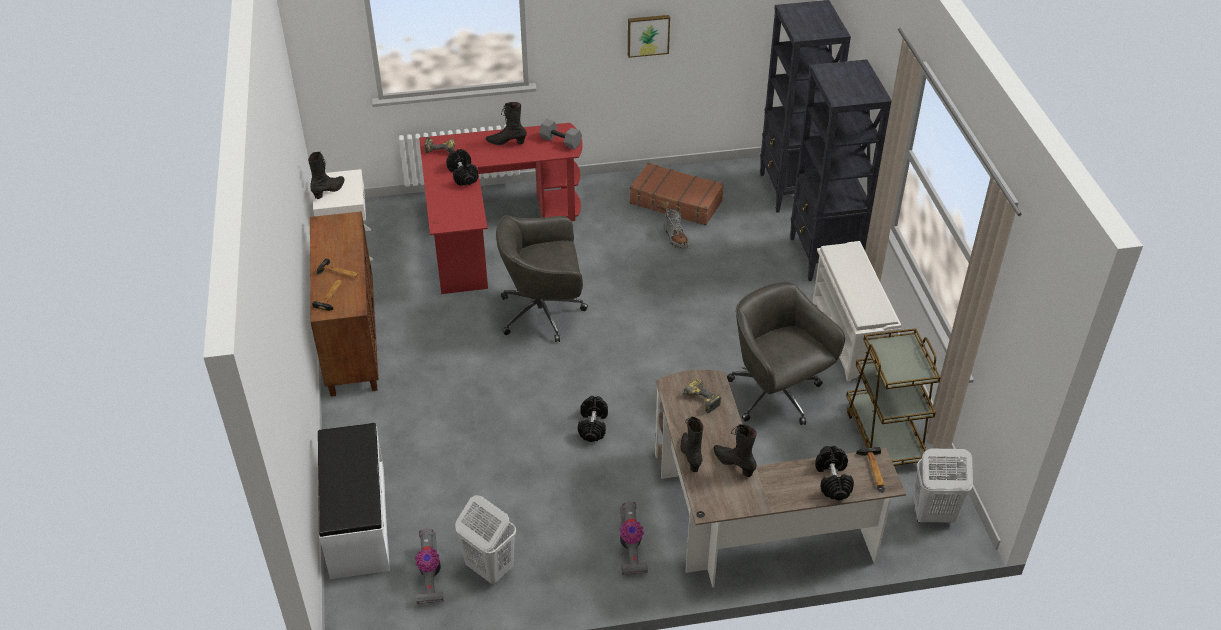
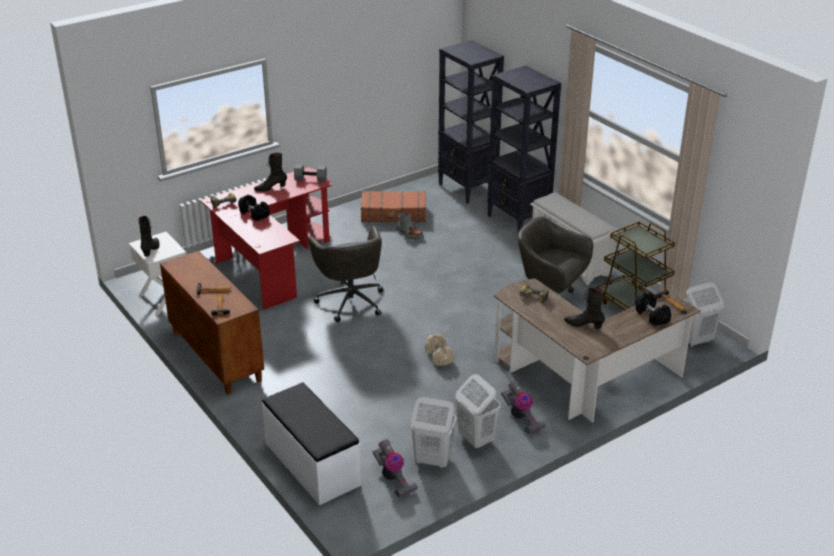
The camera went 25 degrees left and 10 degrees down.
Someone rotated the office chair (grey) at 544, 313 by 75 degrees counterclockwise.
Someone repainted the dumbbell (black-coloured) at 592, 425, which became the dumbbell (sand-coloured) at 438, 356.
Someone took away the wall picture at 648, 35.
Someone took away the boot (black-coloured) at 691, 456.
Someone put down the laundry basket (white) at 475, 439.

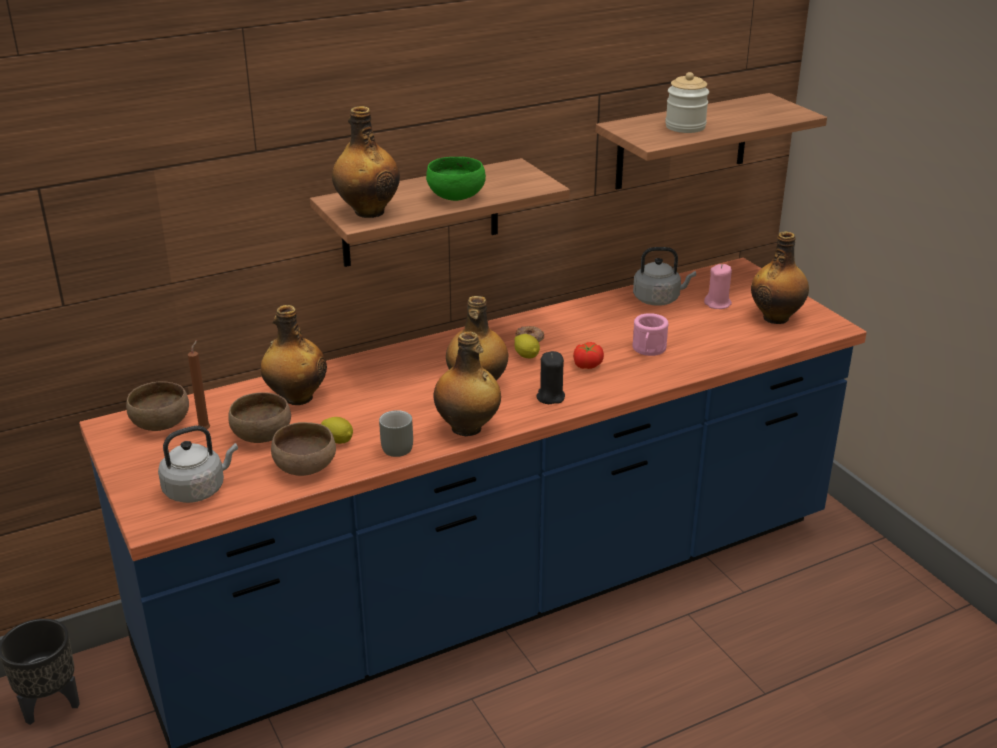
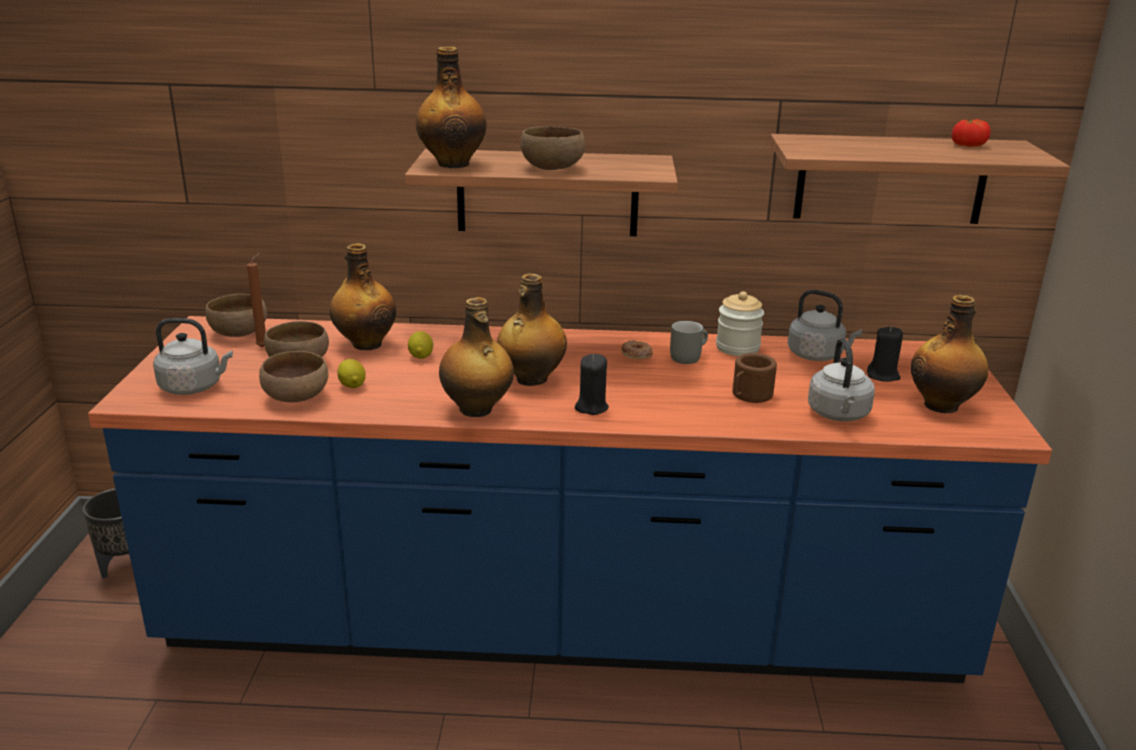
The camera went 30 degrees right and 5 degrees down.
Someone carried the mug (grey) from 397, 446 to 687, 356.
Someone repainted the deep dish (greenish) at 455, 196, which became the deep dish (brownish) at 552, 168.
Someone carried the lemon from 526, 356 to 421, 356.
Someone carried the tomato from 586, 364 to 967, 145.
Someone repainted the mug (pink-coloured) at 648, 350, which became the mug (brownish) at 749, 396.
Someone carried the jar from 685, 127 to 737, 348.
Someone repainted the wax light (pink-coloured) at 718, 304, which became the wax light (black-coloured) at 883, 376.
Someone put down the tea kettle (grey) at 838, 415.

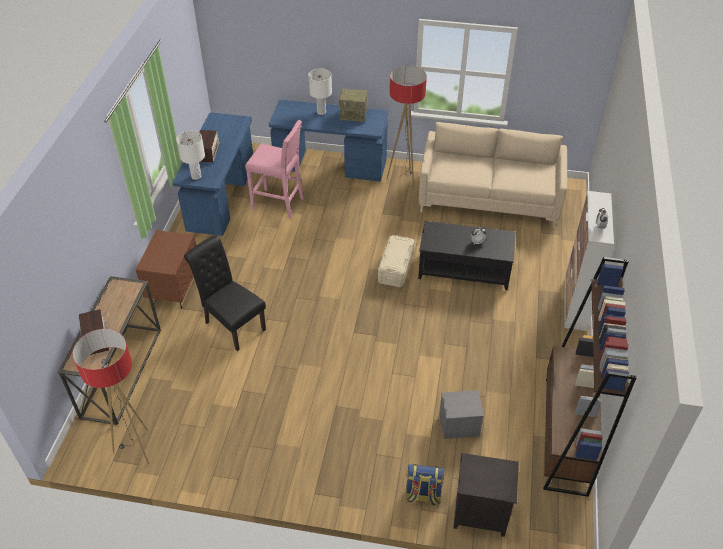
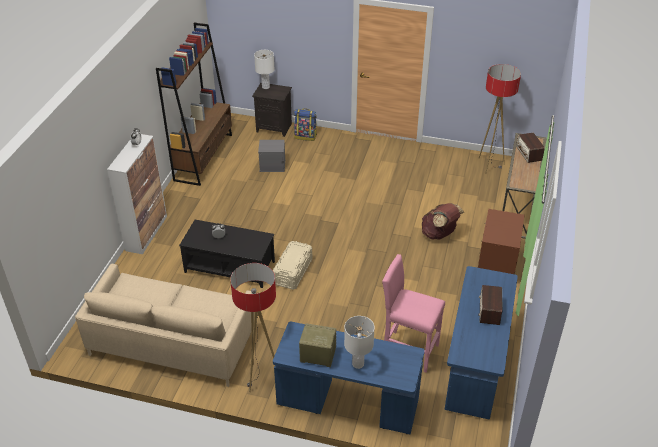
The camera went 175 degrees left and 5 degrees down.
Someone carried the lamp for a table (white) from 196, 176 to 265, 87.
Someone swapped the plain chair (black-coloured) at 232, 324 for the knapsack (brownish) at 439, 234.

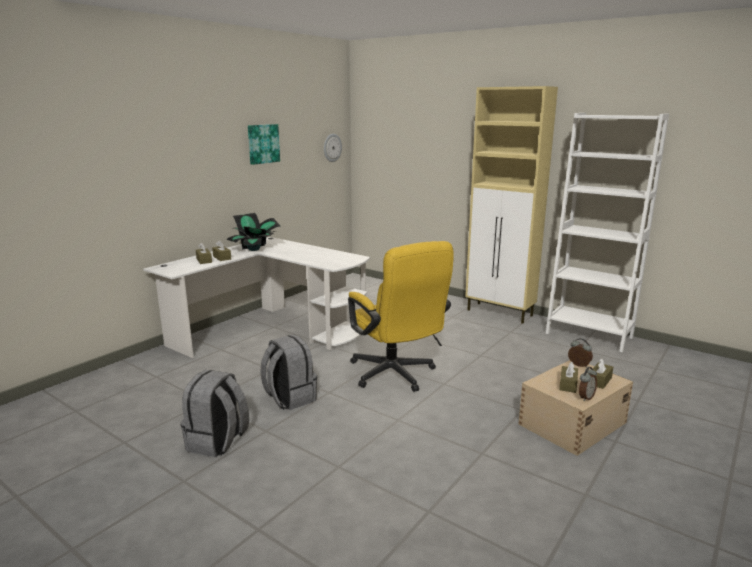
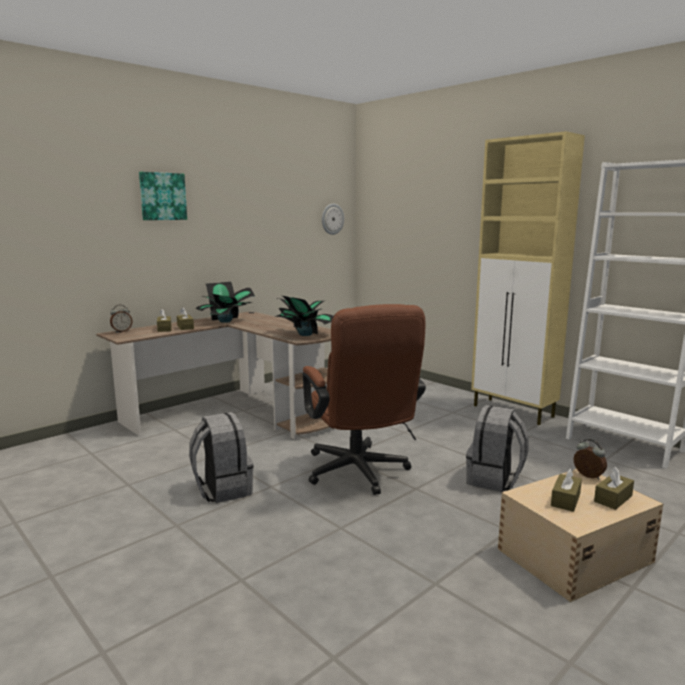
The camera went 10 degrees right and 5 degrees down.
Someone repainted the desk unit (white) at 272, 330, which became the desk unit (brownish) at 239, 413.
Someone carried the knapsack (grey) from 218, 442 to 494, 480.
Someone carried the wall picture from 263, 143 to 162, 196.
Someone repainted the office chair (yellow) at 396, 376, which became the office chair (brownish) at 359, 474.
Someone carried the table clock from 585, 397 to 122, 331.
Someone put down the plant in a pot at 305, 334.

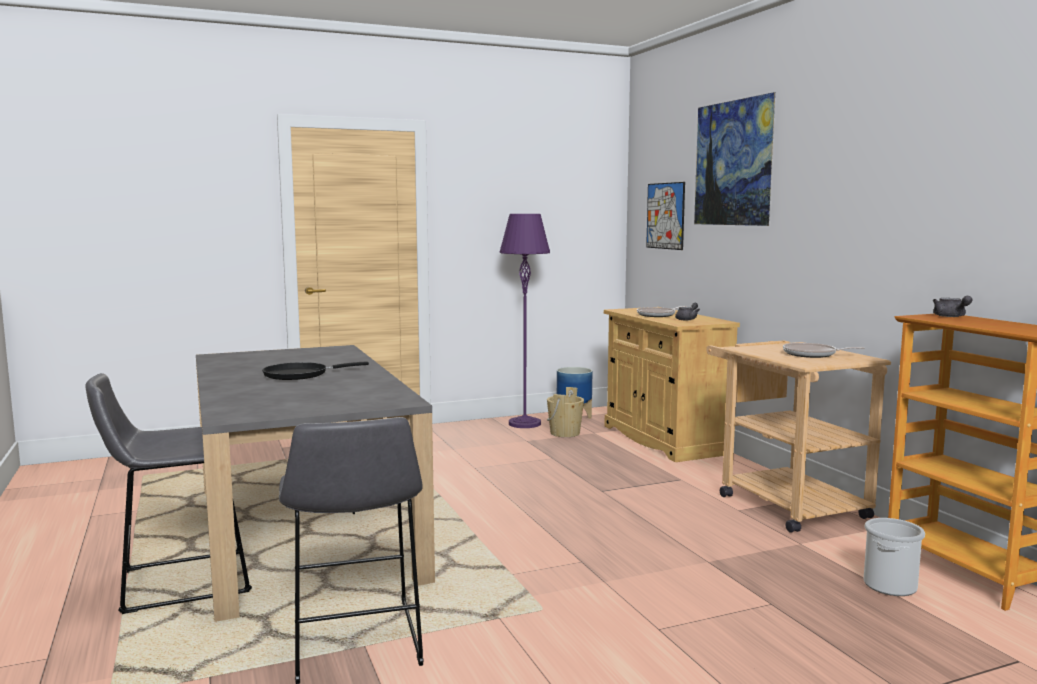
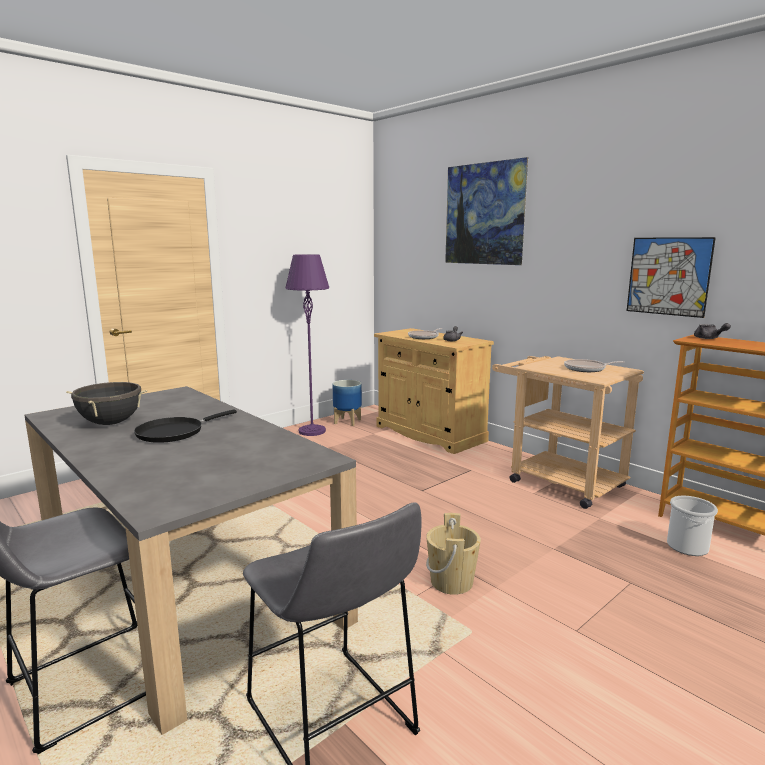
The camera went 20 degrees left and 5 degrees up.
Someone carried the bucket (sand-coloured) from 565, 433 to 451, 582.
Someone carried the wall picture from 665, 216 to 668, 276.
Someone put down the stockpot (black-coloured) at 110, 423.

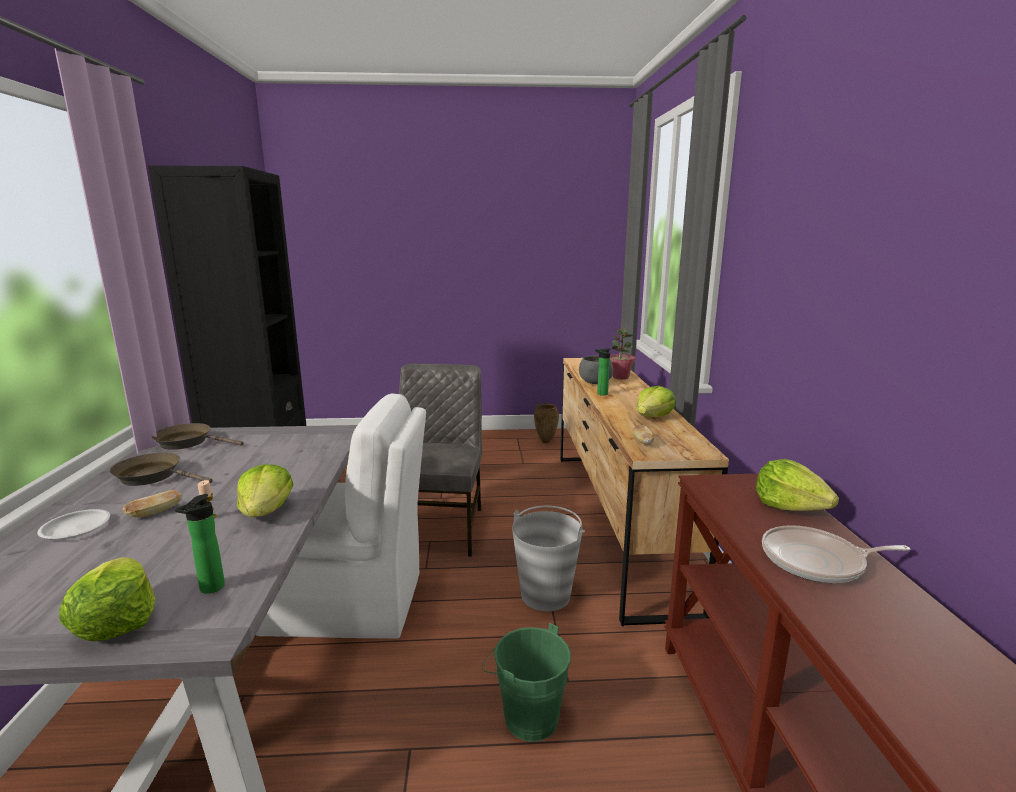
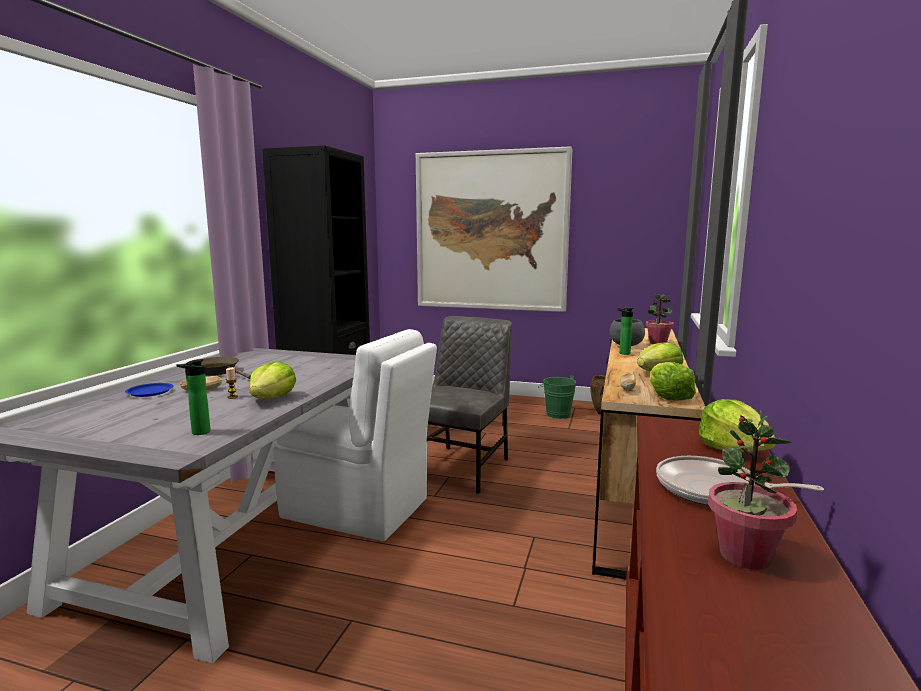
The camera went 20 degrees right and 5 degrees down.
Someone repainted the dinner plate (white) at 75, 528, which became the dinner plate (bluish) at 149, 392.
Someone carried the lettuce head from 116, 621 to 668, 396.
Someone took away the pan (brownish) at 188, 442.
Someone carried the bucket (greenish) from 526, 715 to 556, 414.
Someone took away the bucket (grey) at 546, 595.
Someone put up the wall picture at 491, 231.
Someone put down the plant in a pot at 744, 556.

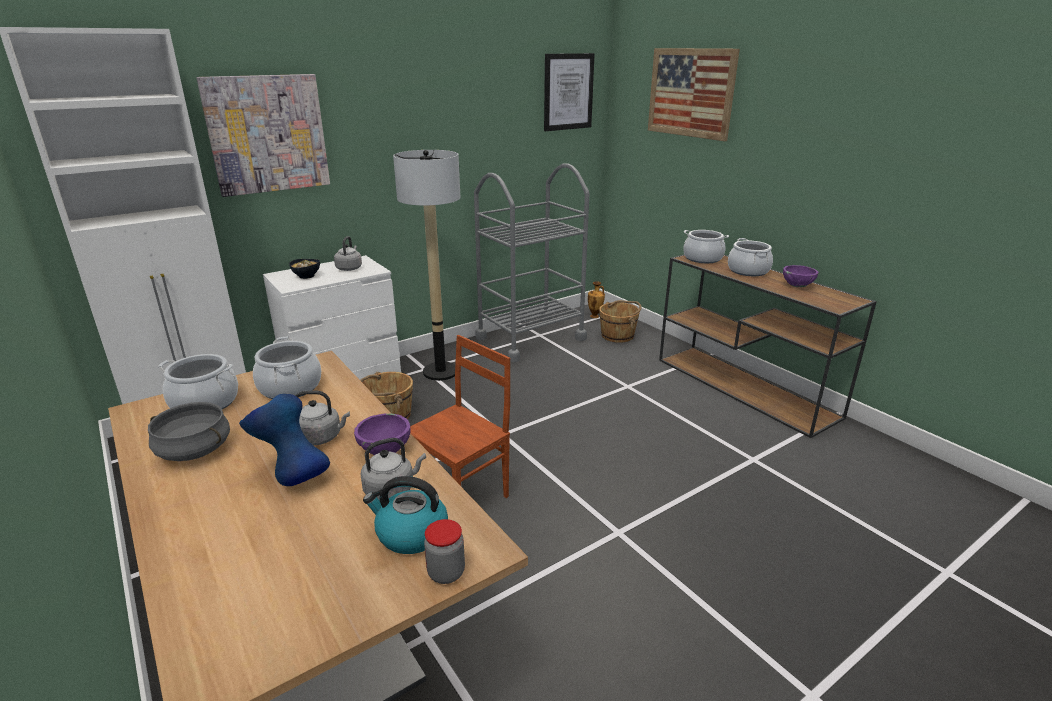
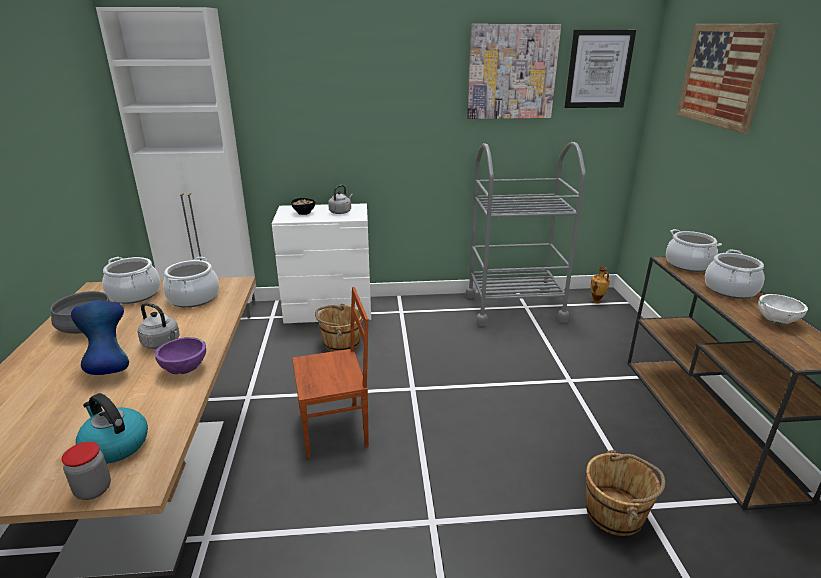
The camera went 30 degrees right and 0 degrees up.
Someone carried the wall picture from 267, 134 to 512, 72.
Someone took away the tea kettle (grey) at 392, 489.
Someone took away the standard lamp at 441, 372.
Someone carried the bucket (brownish) from 618, 335 to 615, 513.
Someone repainted the deep dish (purplish) at 797, 286, which became the deep dish (white) at 776, 321.

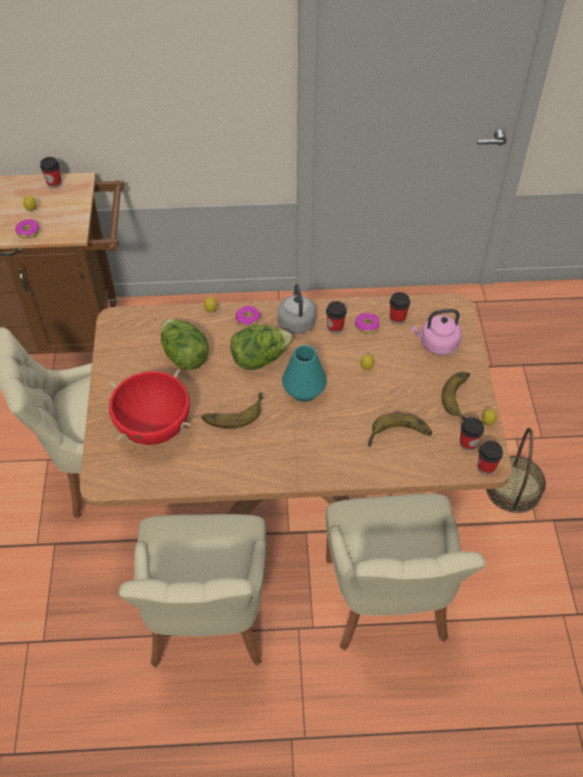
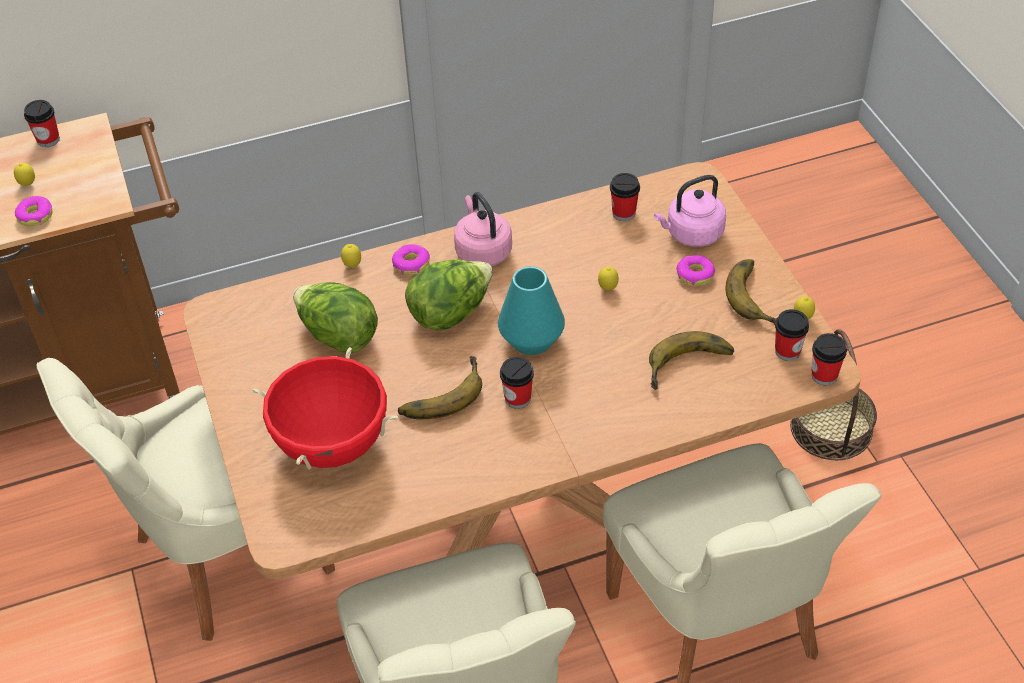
The camera went 15 degrees left and 5 degrees down.
Someone repainted the tea kettle (grey) at 296, 321, which became the tea kettle (pink-coloured) at 482, 250.
Someone carried the small cup from 335, 327 to 517, 398.
Someone carried the ring doughnut from 367, 326 to 695, 275.

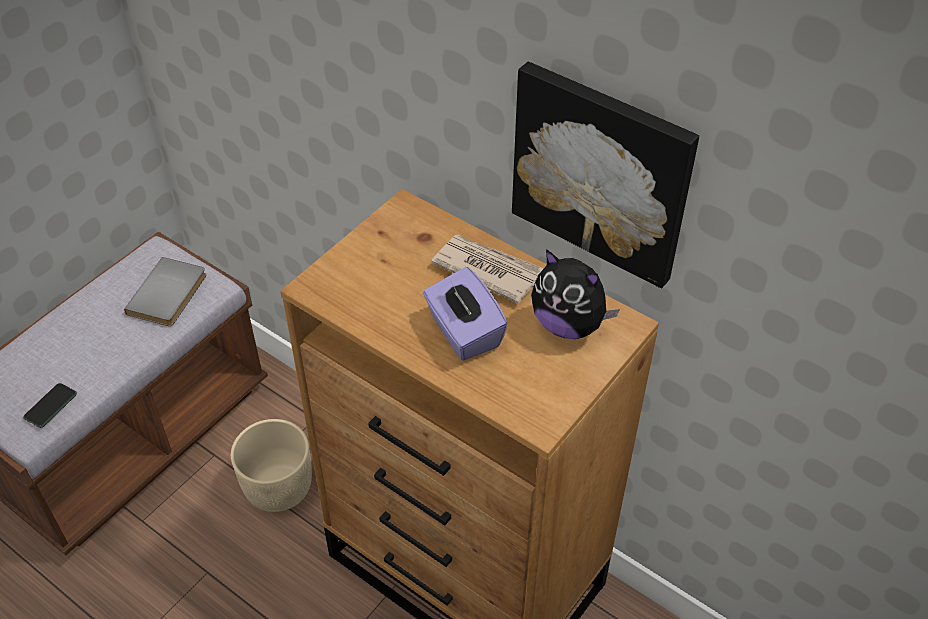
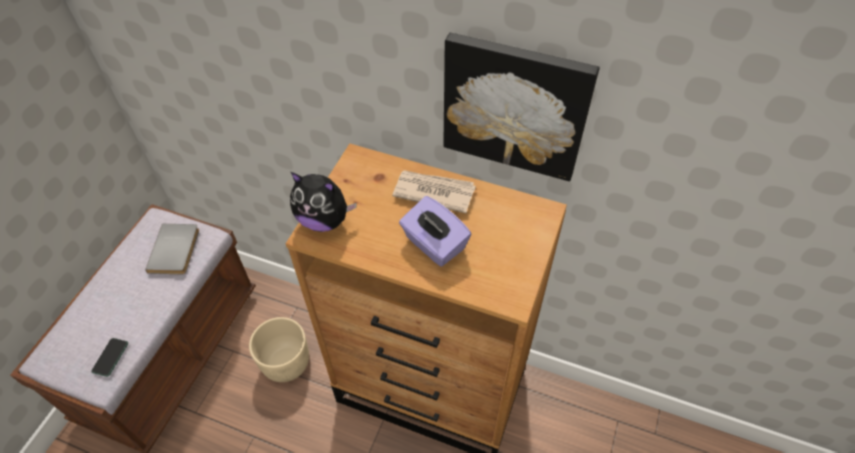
The camera went 15 degrees left and 5 degrees up.
Someone carried the soft toy from 568, 325 to 324, 220.

